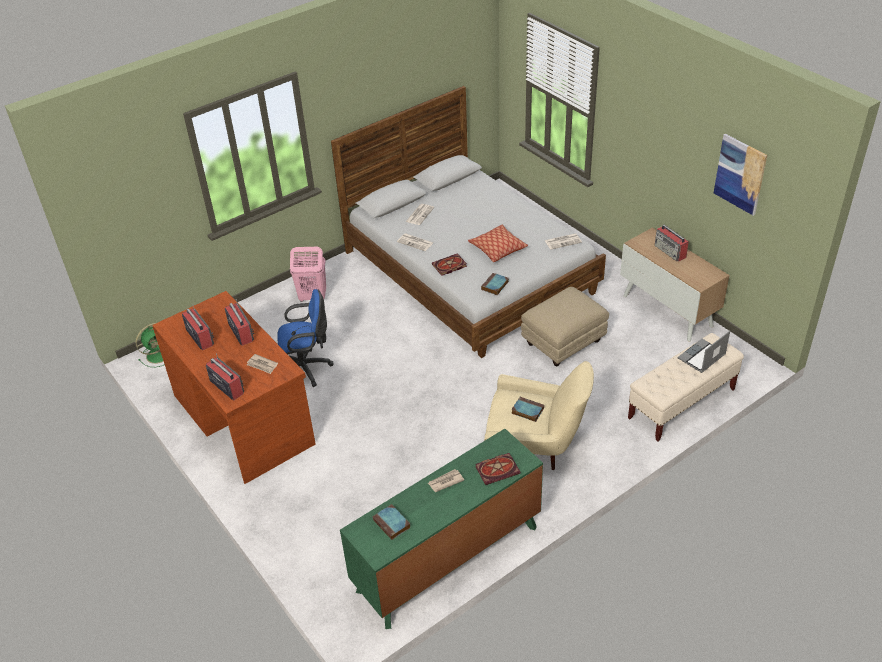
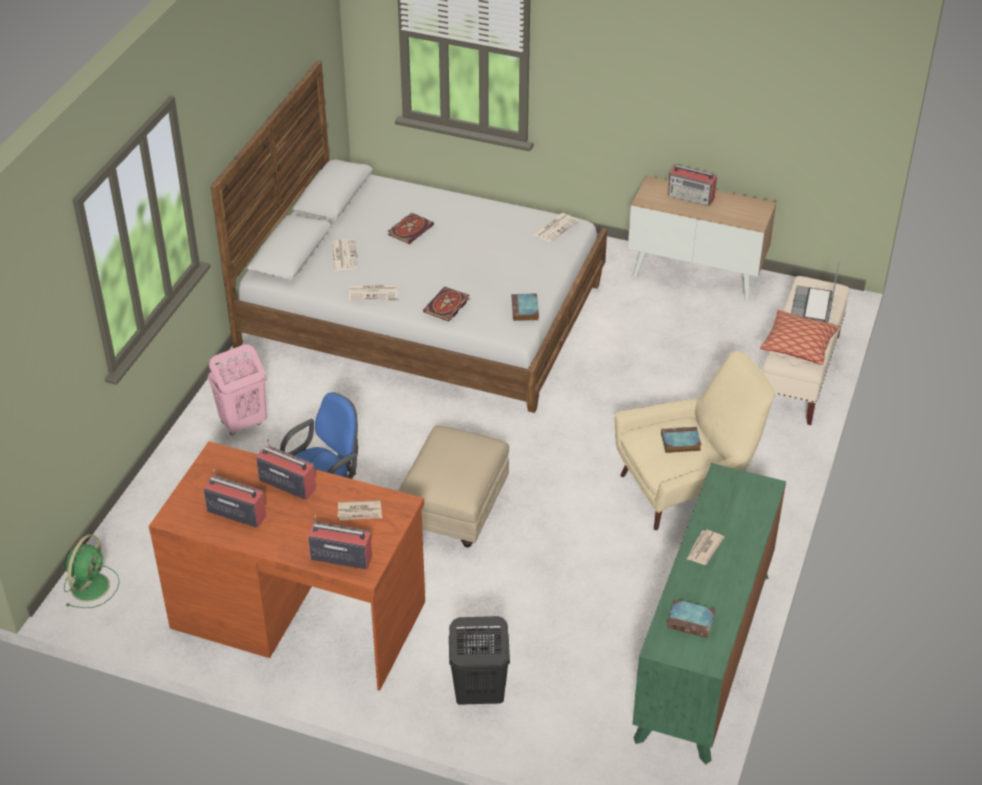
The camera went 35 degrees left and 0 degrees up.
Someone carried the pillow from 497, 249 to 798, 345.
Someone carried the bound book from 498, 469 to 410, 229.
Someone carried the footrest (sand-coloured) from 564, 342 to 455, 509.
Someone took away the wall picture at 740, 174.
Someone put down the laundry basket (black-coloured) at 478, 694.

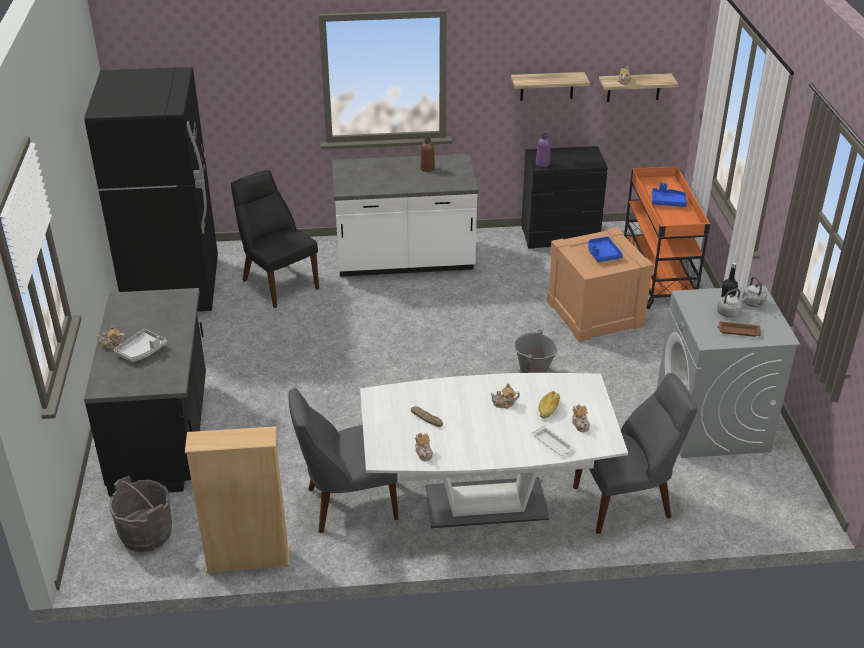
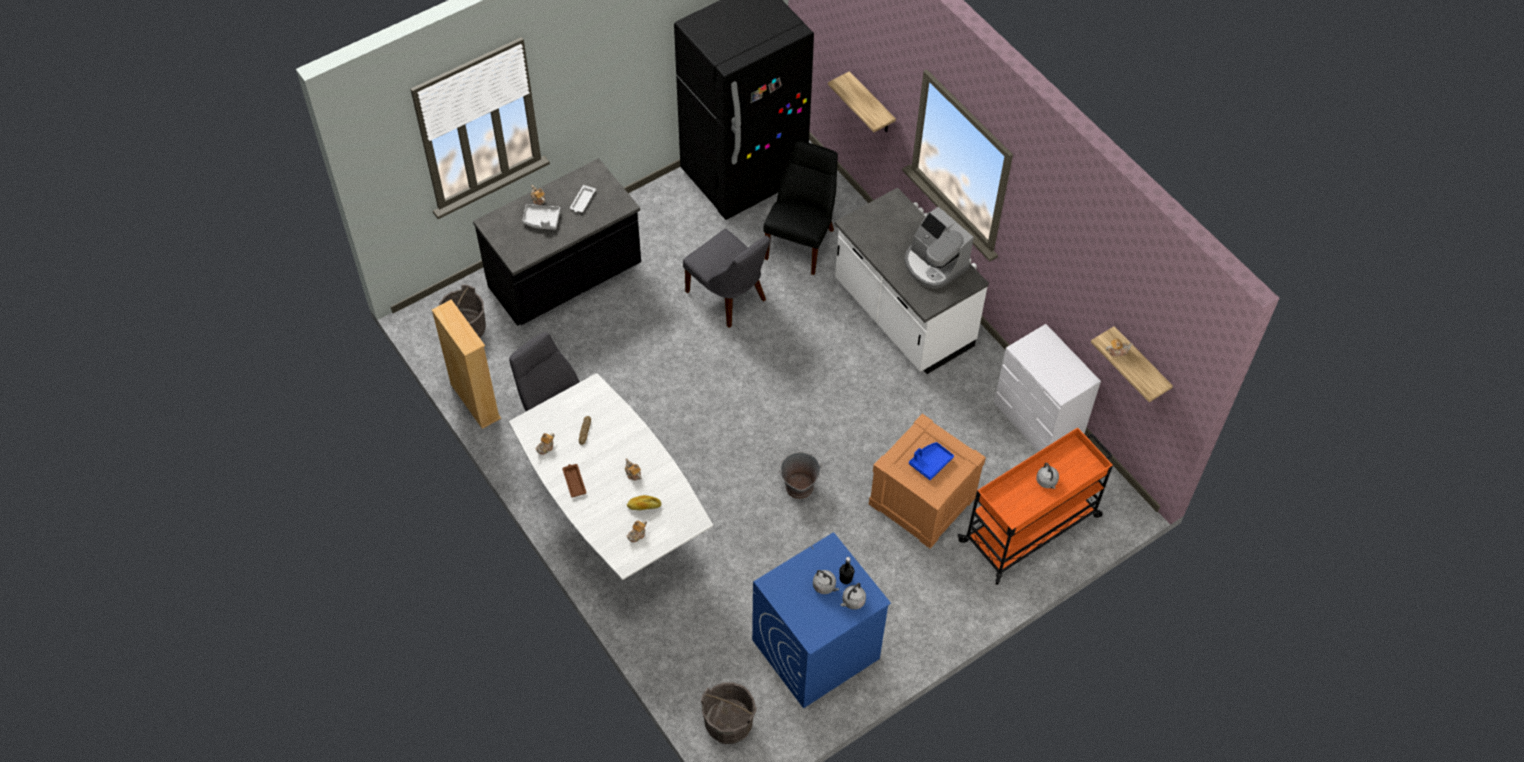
The camera went 60 degrees right and 20 degrees up.
Someone swapped the beverage bottle (brownish) at 427, 168 for the coffee maker at 934, 264.
Someone carried the wall shelf from 547, 86 to 871, 104.
Someone repainted the chest of drawers (black-coloured) at 560, 236, which became the chest of drawers (white) at 1038, 420.
Someone carried the tray (white) from 553, 444 to 582, 201.
Someone took away the beverage bottle (purplish) at 542, 164.
Someone carried the plain chair (grey) from 626, 502 to 728, 297.
Someone swapped the tray (bluish) at 667, 202 for the tea kettle (grey) at 1047, 482.
Someone repainted the laundry machine (grey) at 712, 423, which became the laundry machine (bluish) at 815, 650.
Someone carried the tray (brownish) from 738, 331 to 574, 481.
Someone put down the bucket (grey) at 728, 724.

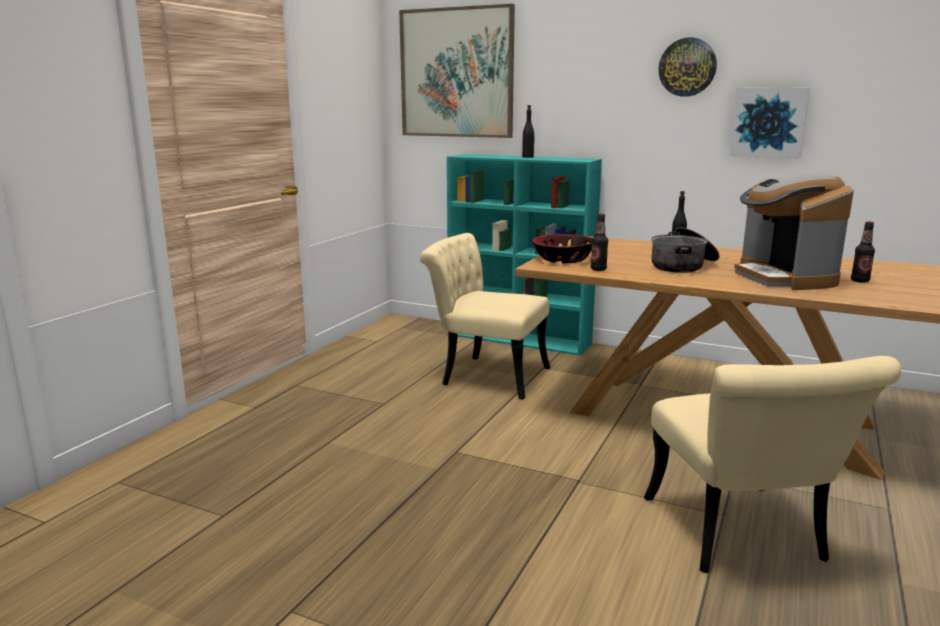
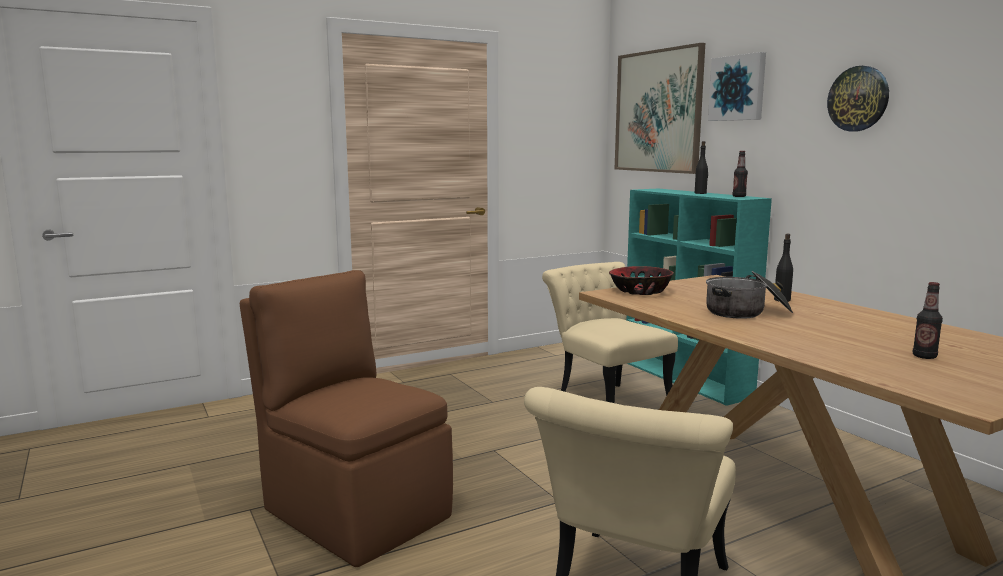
The camera went 35 degrees right and 5 degrees down.
Someone carried the beverage bottle from 598, 269 to 739, 196.
Someone carried the wall picture from 768, 122 to 738, 88.
Someone took away the coffee maker at 784, 278.
Someone put down the plain chair (brownish) at 354, 511.

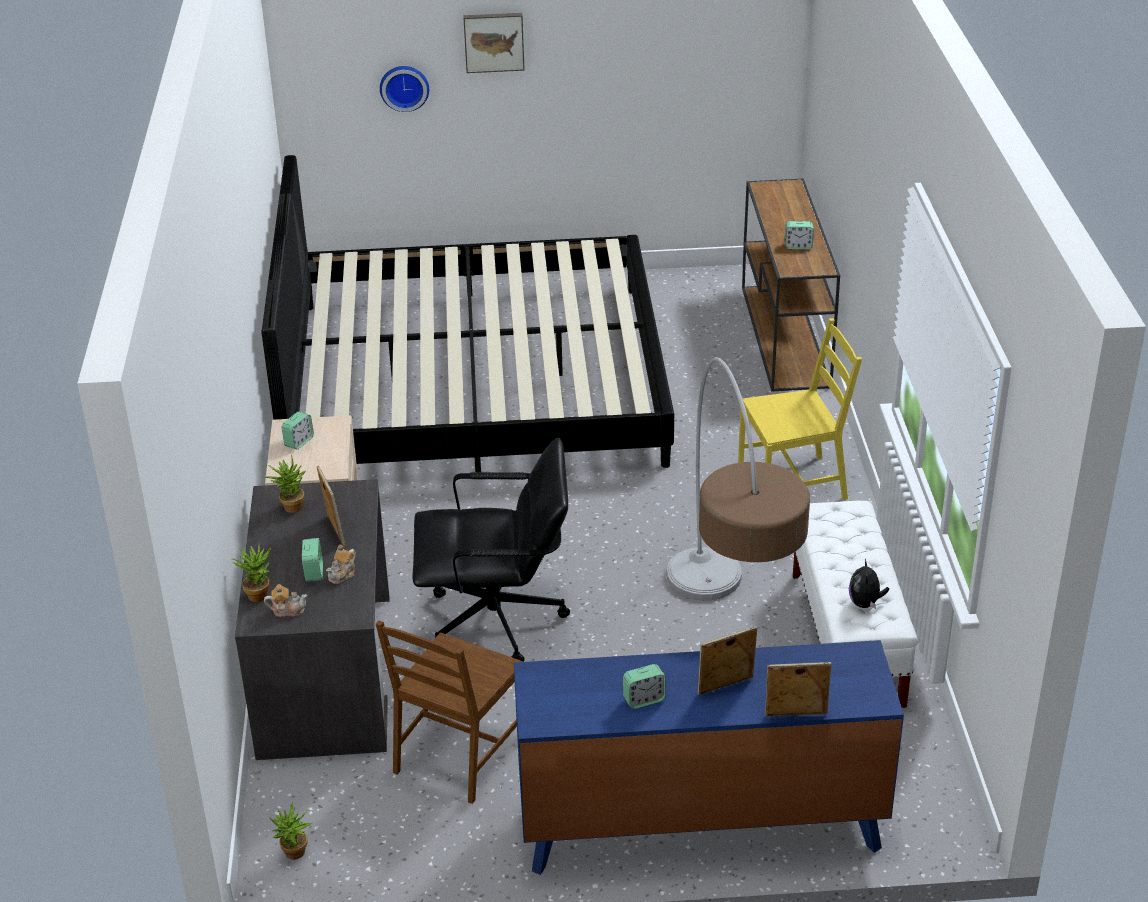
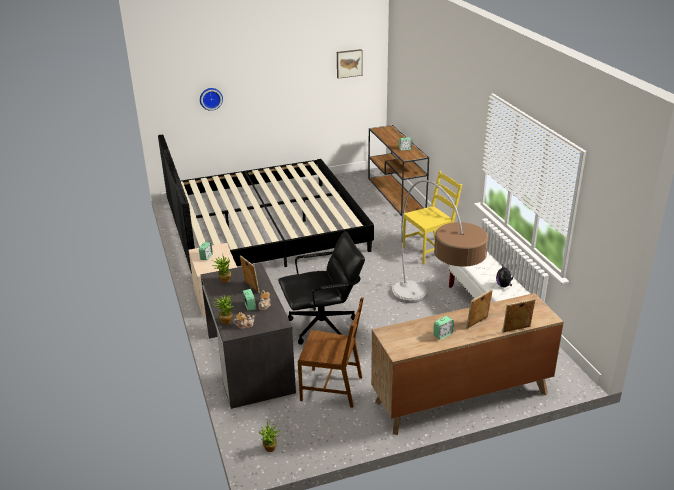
The camera went 15 degrees left and 5 degrees down.
Someone rotated the plain chair (brownish) at 459, 754 by 90 degrees counterclockwise.
Someone carried the wall picture from 494, 41 to 349, 63.
Someone repainted the chest of drawers (bluish) at 699, 824, which became the chest of drawers (brownish) at 461, 398.

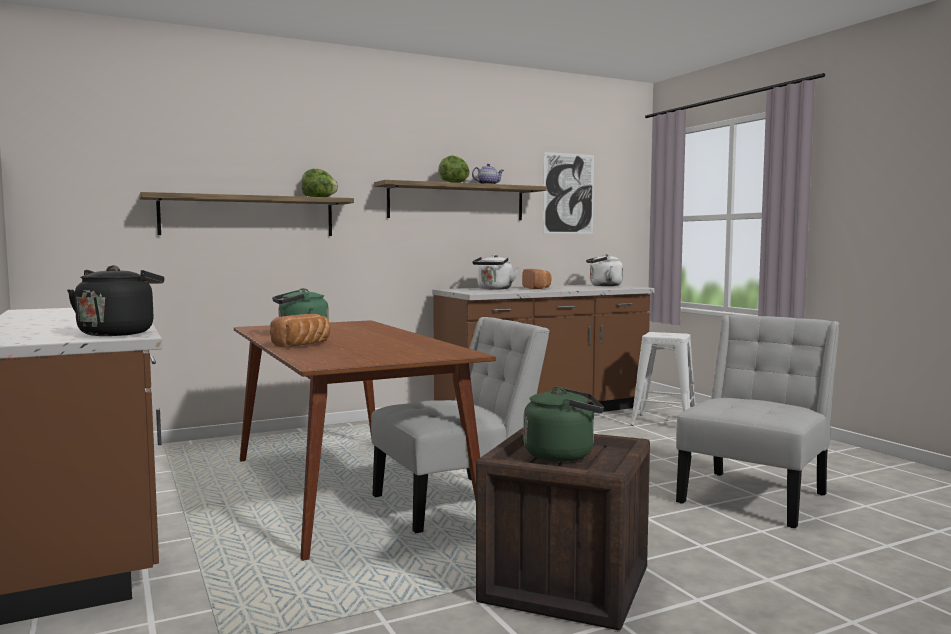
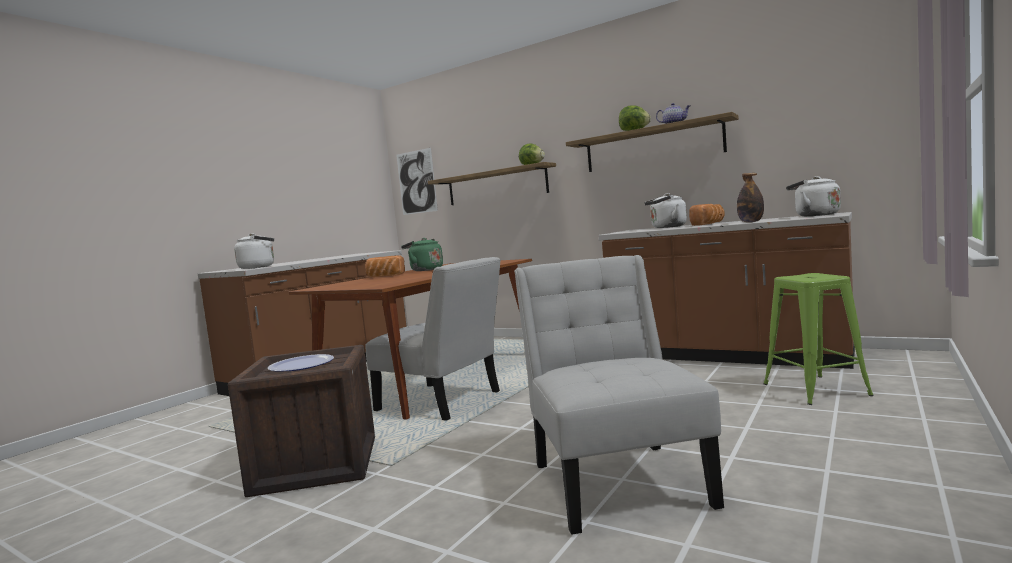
The camera went 60 degrees right and 0 degrees up.
Someone repainted the tea kettle (black-coloured) at 118, 333, which became the tea kettle (white) at 259, 267.
Someone swapped the tea kettle (greenish) at 563, 454 for the dinner plate at 301, 365.
Someone carried the wall picture from 568, 193 to 416, 182.
Someone repainted the sitting stool (white) at 664, 423, which became the sitting stool (greenish) at 815, 390.
Someone rotated the plain chair (white) at 756, 496 by 105 degrees counterclockwise.
Someone put down the beverage bottle at 751, 222.

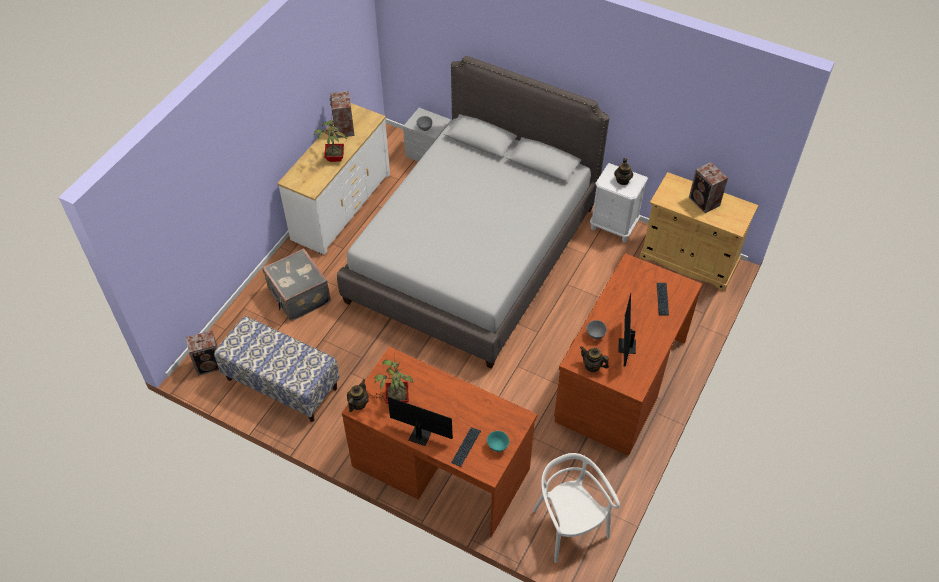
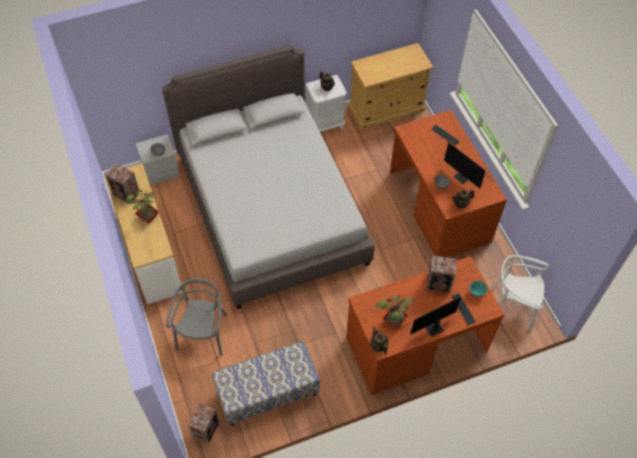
The camera went 50 degrees left and 5 degrees up.
Someone swapped the suitcase (grey) at 298, 297 for the plain chair (grey) at 203, 333.
Someone carried the audio speaker from 704, 202 to 439, 283.

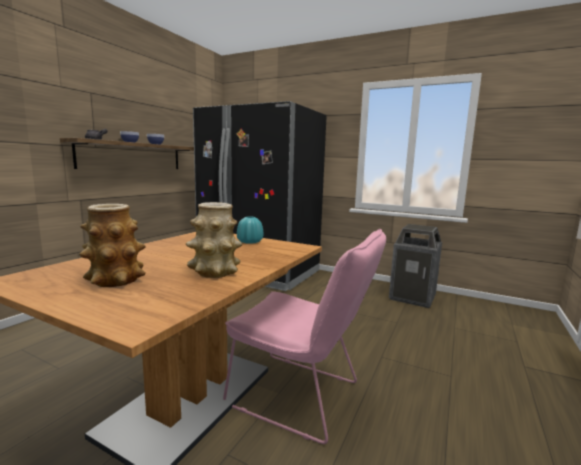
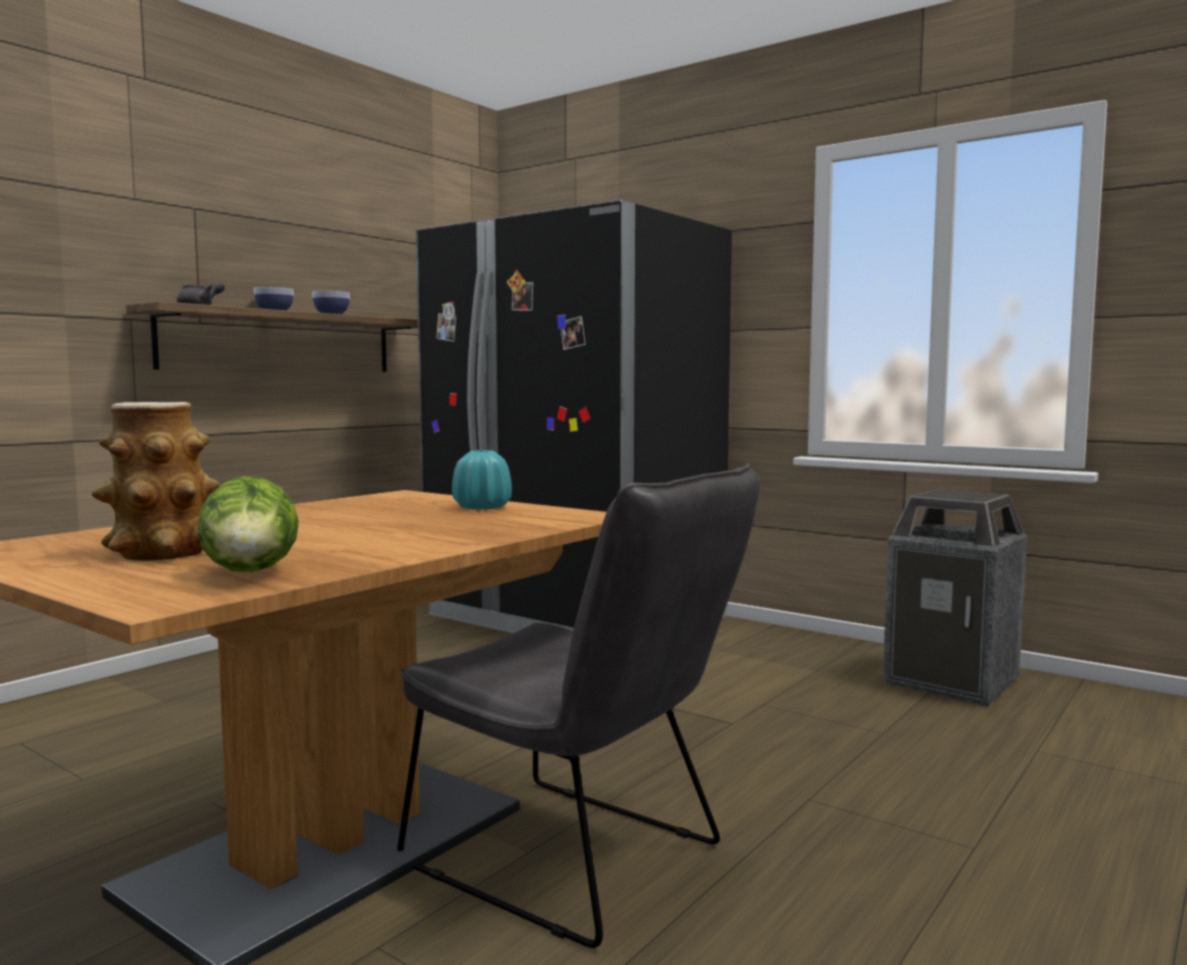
The camera went 10 degrees right and 5 degrees down.
Someone took away the flower vase at 215, 272.
Someone repainted the plain chair (pink-coloured) at 302, 397, which became the plain chair (grey) at 579, 862.
Someone put down the lettuce head at 251, 574.

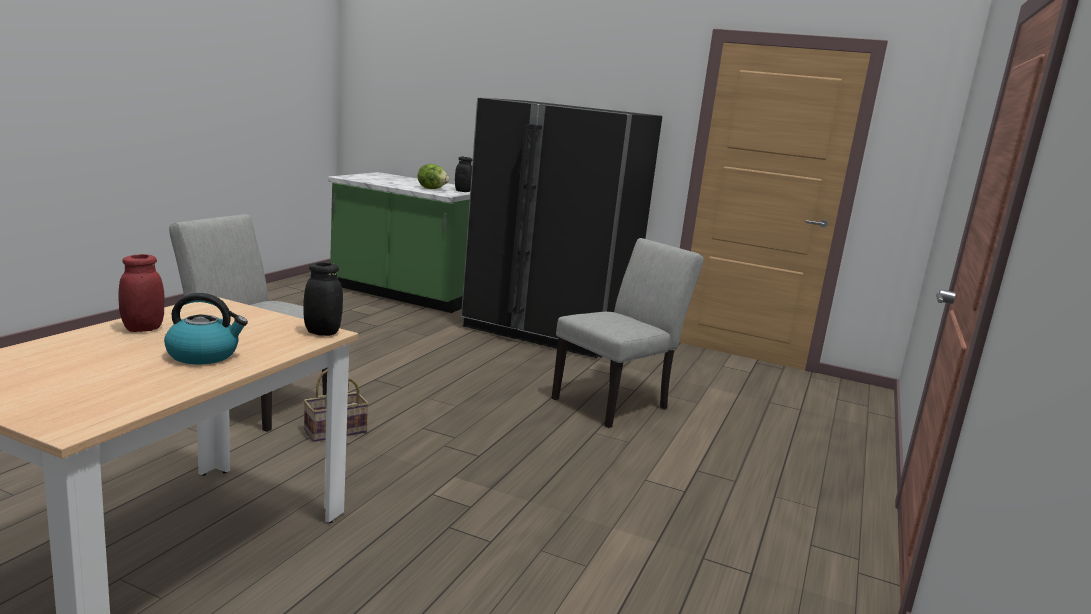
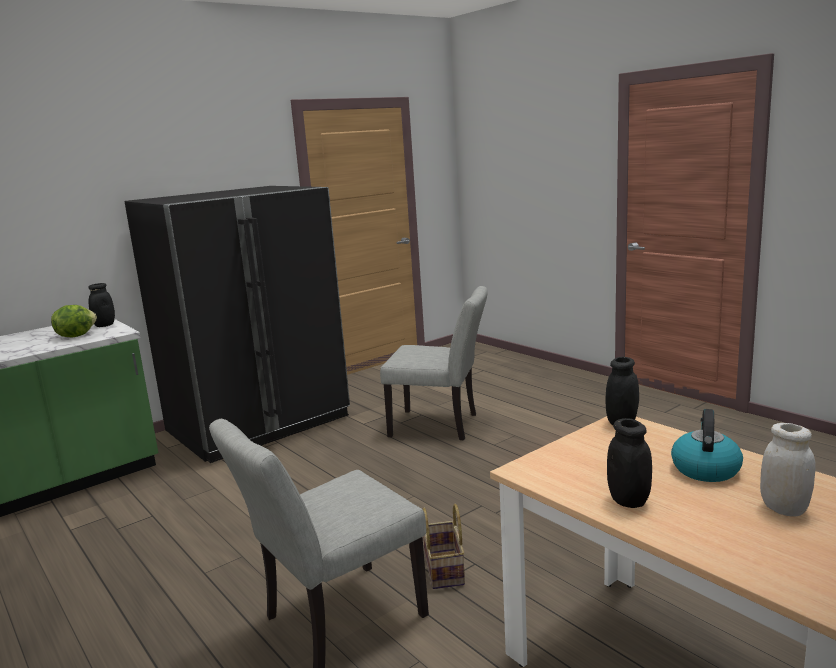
The camera went 60 degrees left and 0 degrees up.
Someone repainted the jar (red) at 143, 328, which became the jar (black-coloured) at 628, 500.
Someone rotated the plain chair (grey) at 616, 402 by 120 degrees clockwise.
Someone put down the jar (white) at 784, 509.

